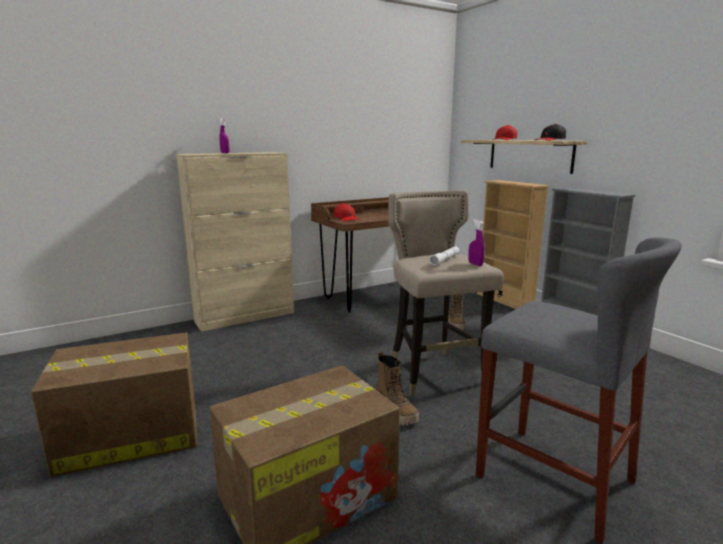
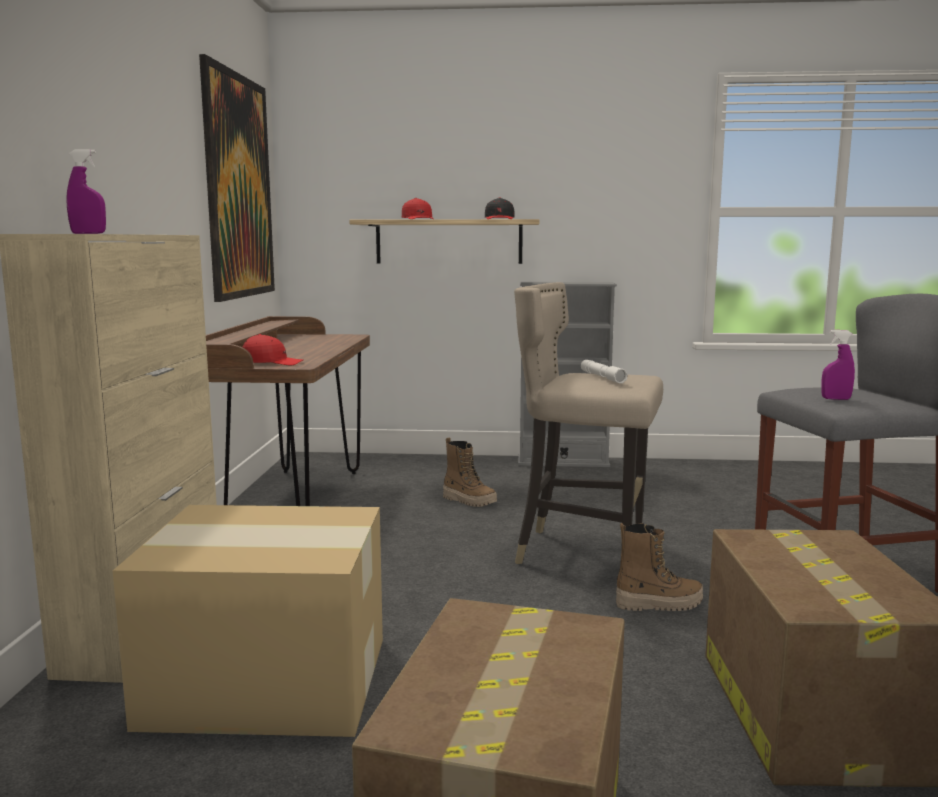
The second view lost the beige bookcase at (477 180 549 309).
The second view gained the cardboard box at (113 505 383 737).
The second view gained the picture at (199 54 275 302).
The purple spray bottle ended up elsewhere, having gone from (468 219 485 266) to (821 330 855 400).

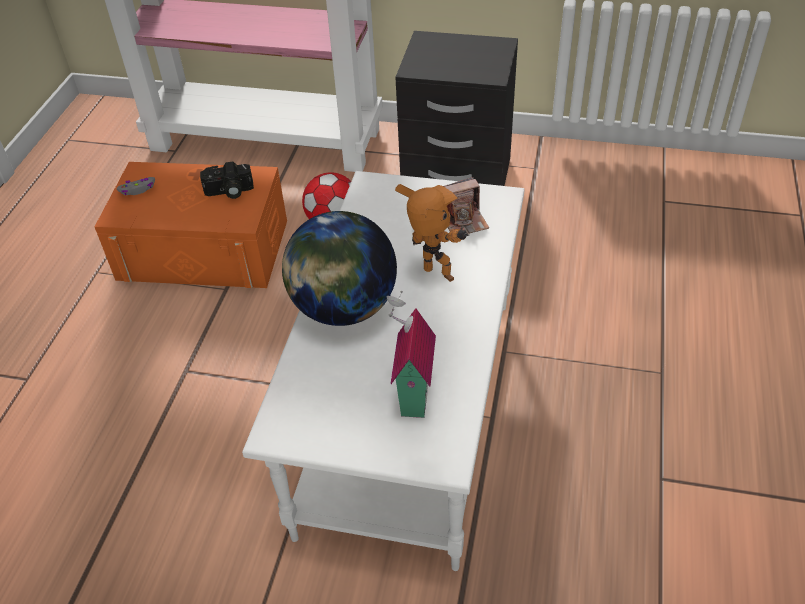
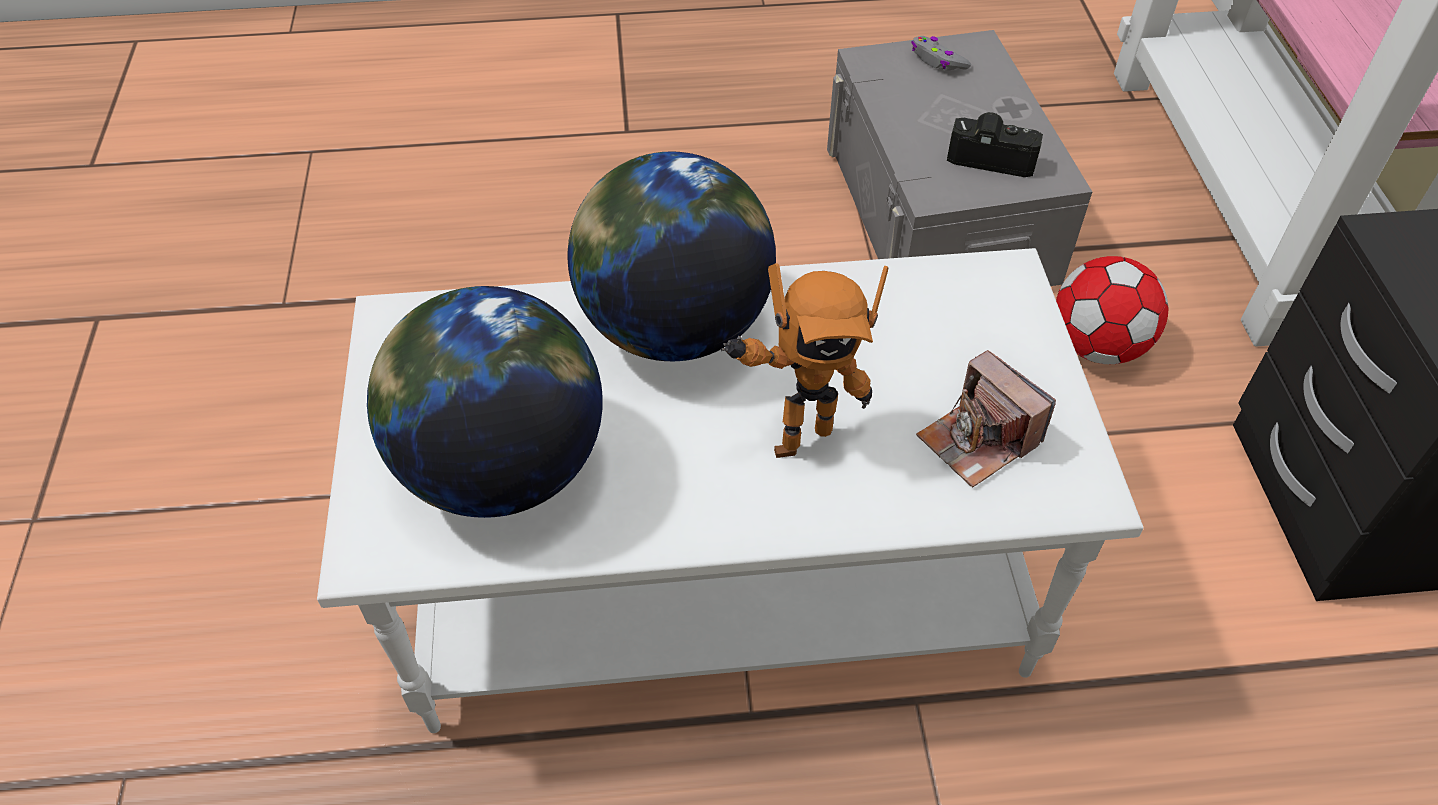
Where the toy house stood at (387 291 436 418), the globe came to stand at (367 286 603 518).
What was the orange storage box at (94 162 287 288) turned into the grey storage box at (827 30 1092 286).
The photo camera at (200 162 254 199) ended up facing another way, 135 degrees clockwise from before.
The toy robot at (395 184 469 282) ended up facing another way, 45 degrees clockwise from before.

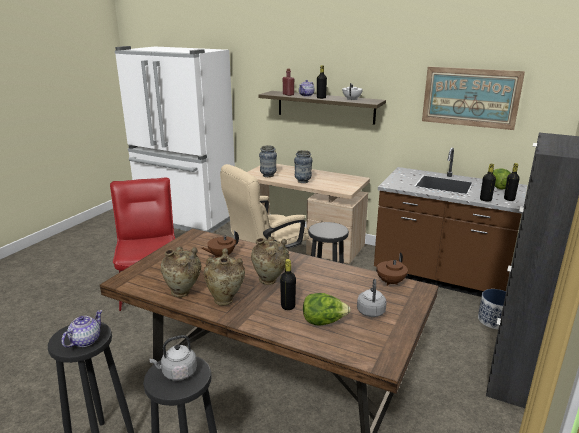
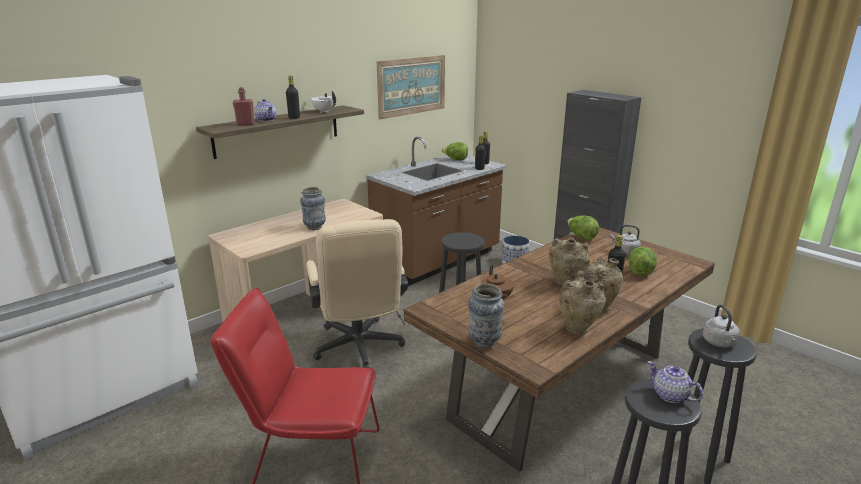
The vase ended up elsewhere, having gone from (259 145 277 177) to (468 284 504 348).
Where the brown teapot stood at (377 253 408 286), the lettuce came to stand at (567 216 599 240).

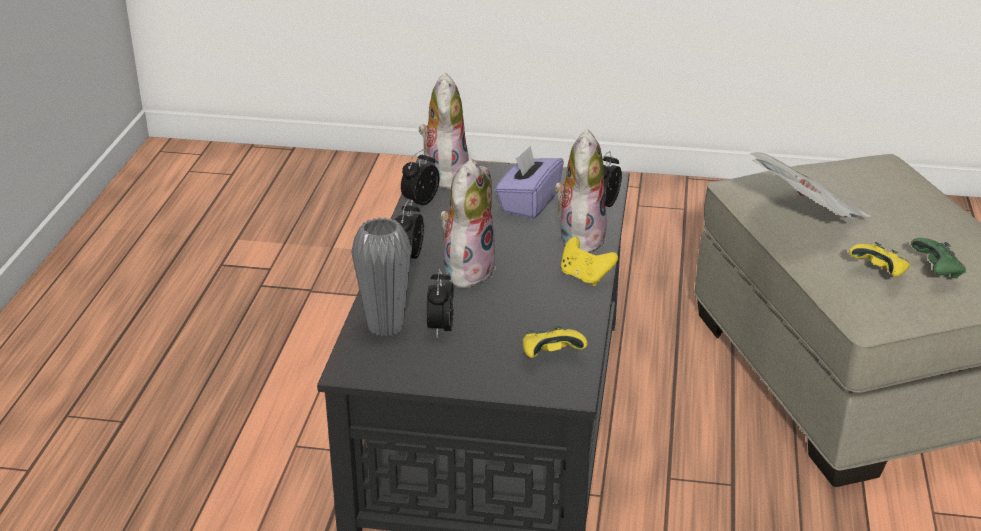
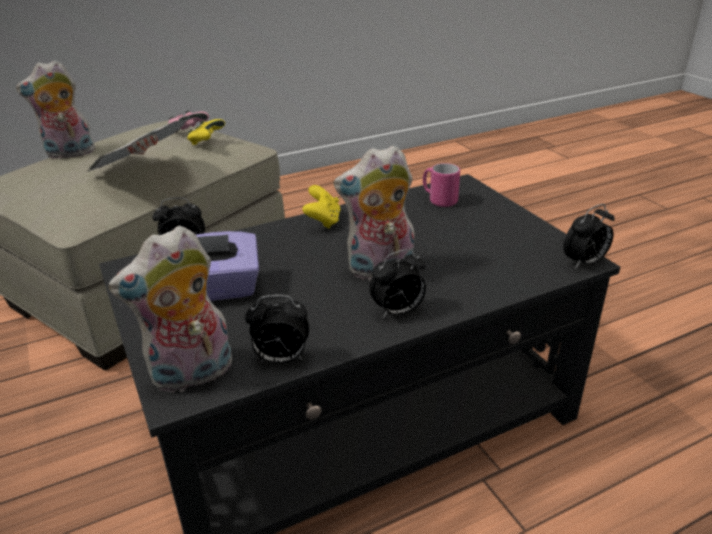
The second view lost the grey vase at (351 217 412 336).
The alarm clock ended up elsewhere, having gone from (427 269 454 338) to (563 204 615 269).
The plush toy ended up elsewhere, having gone from (554 129 607 253) to (16 60 96 159).
Where the yellow game controller stood at (523 326 587 358), the pink mug came to stand at (423 163 460 207).
What was the green game controller at (911 238 966 278) turned into the pink game controller at (168 110 209 130).

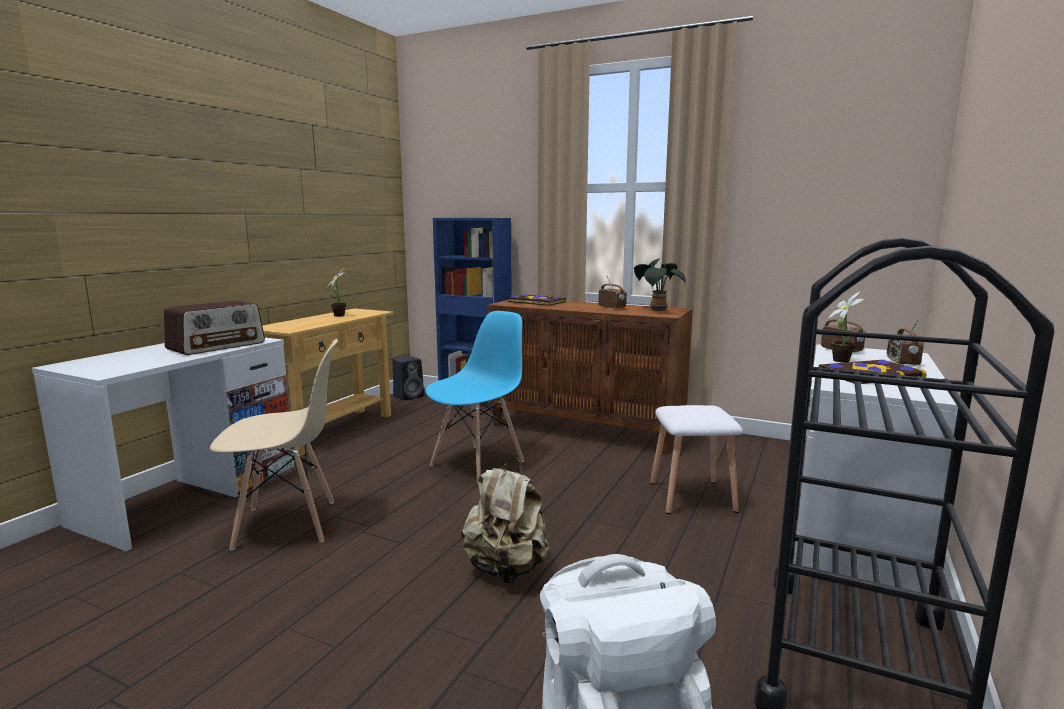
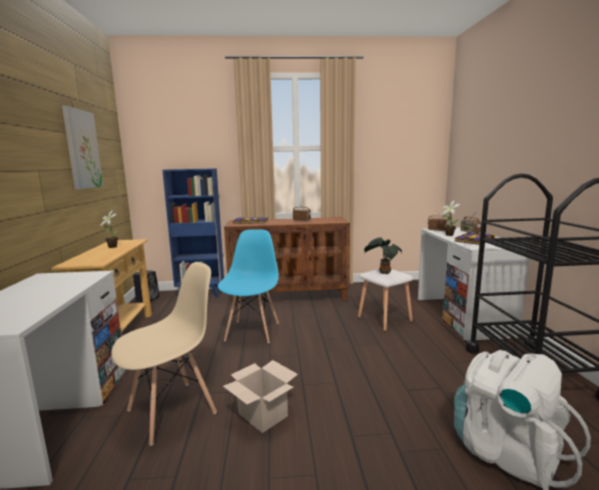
The second view lost the radio at (164 300 265 355).
The second view lost the beige backpack at (462 457 549 583).
The second view gained the picture at (62 106 103 189).
The second view gained the cardboard box at (223 360 298 433).
The potted plant ended up elsewhere, having gone from (634 259 686 312) to (364 237 402 275).

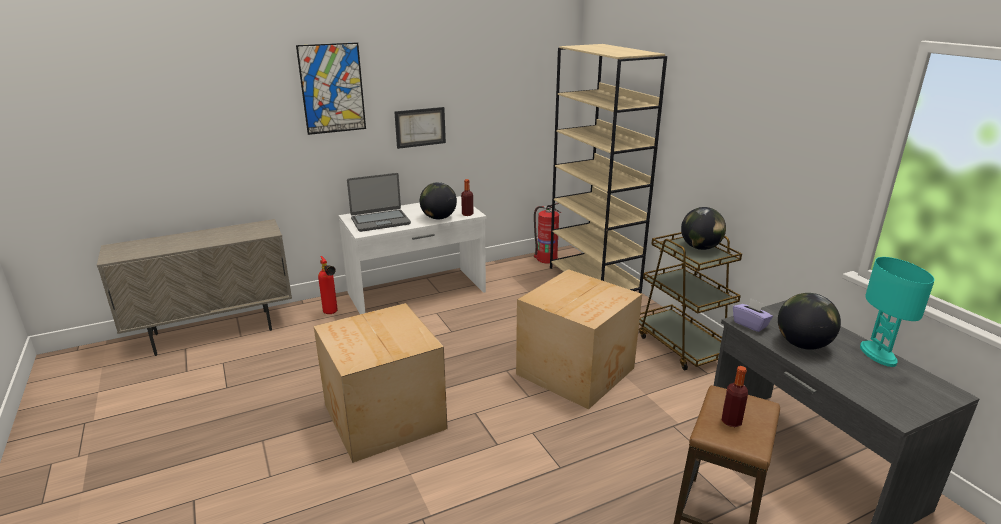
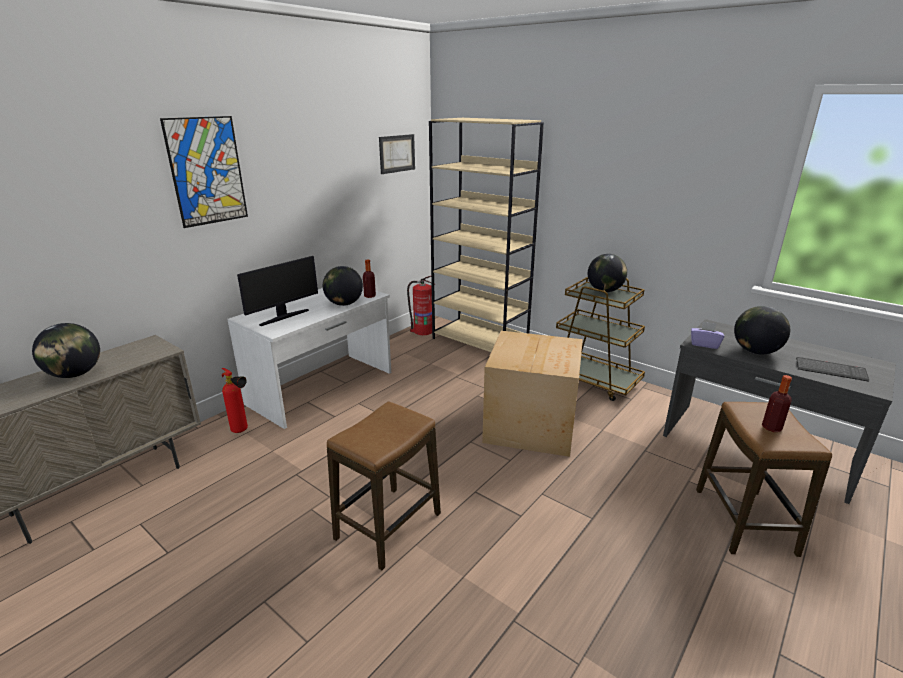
The second view lost the turquoise table lamp at (860 257 934 367).
The second view gained the globe at (32 323 100 378).
The second view gained the keyboard at (796 357 869 382).
The picture ended up elsewhere, having gone from (394 107 446 149) to (379 134 415 174).
Where the cardboard box stood at (314 303 448 463), the stool came to stand at (327 401 441 570).
Where the laptop stood at (347 173 411 232), the monitor came to stand at (237 256 318 326).

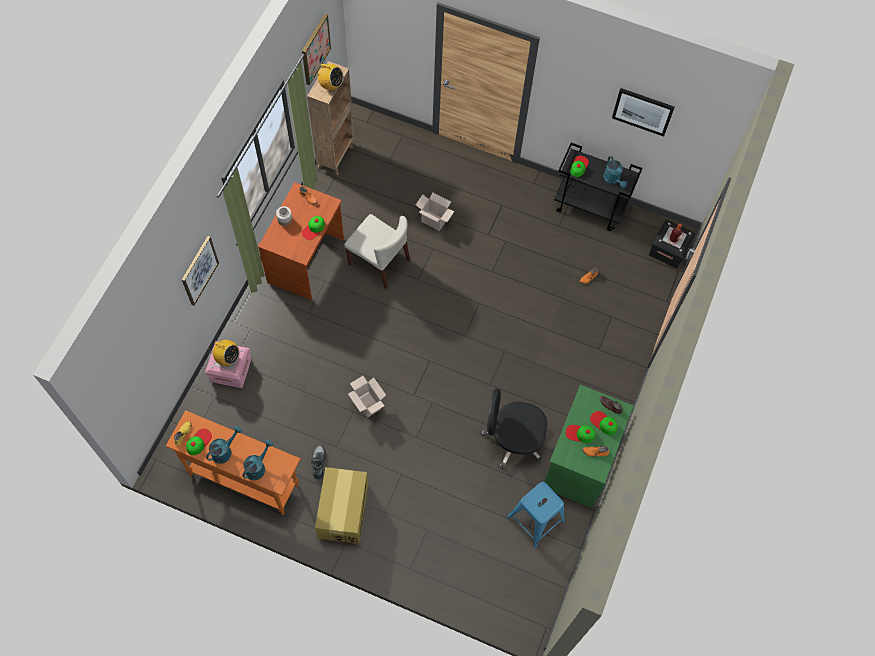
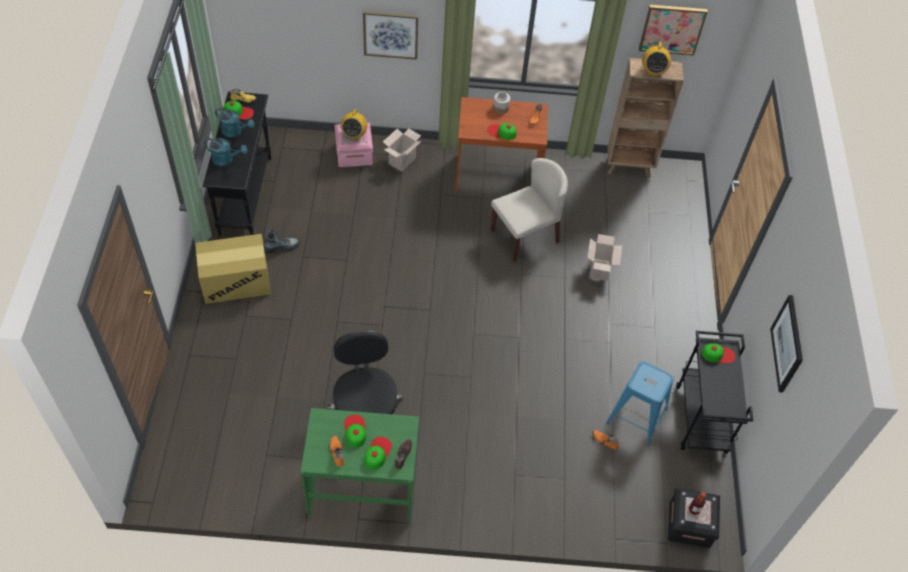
The second view lost the turquoise watering can at (604 156 627 188).
The cardboard box ended up elsewhere, having gone from (348 376 386 418) to (383 129 422 172).
The blue stool ended up elsewhere, having gone from (506 482 565 549) to (606 361 674 445).
What was the orange console table at (165 410 301 515) turned into the black console table at (203 91 271 236).
The beige chair at (344 214 410 289) ended up facing another way, 135 degrees counterclockwise from before.

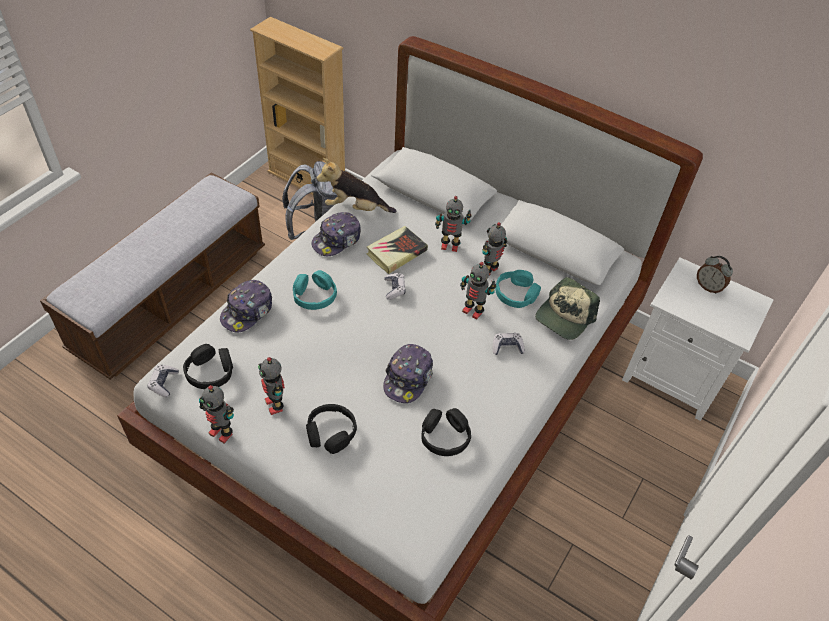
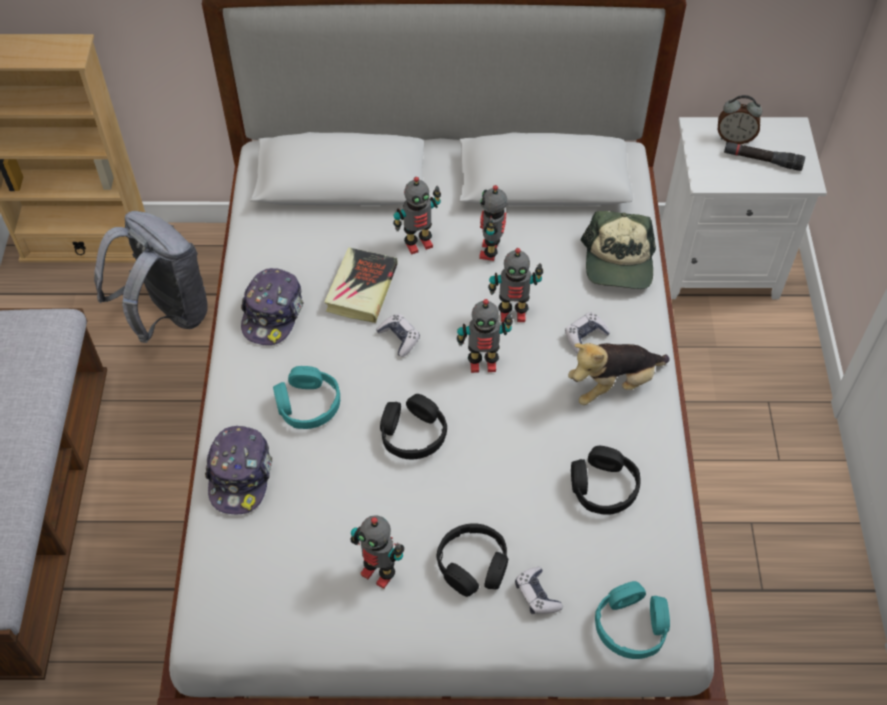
The second view lost the cap at (383 344 433 403).
The second view gained the black flashlight at (724 142 805 171).
The game controller ended up elsewhere, having gone from (148 365 179 397) to (515 567 563 614).
The black headphones ended up elsewhere, having gone from (183 344 233 389) to (380 394 447 459).
The toy robot ended up elsewhere, having gone from (199 385 234 443) to (457 299 513 373).
The plush toy ended up elsewhere, having gone from (317 158 396 213) to (568 343 670 405).
The turquoise headphones ended up elsewhere, having gone from (495 270 541 308) to (595 581 670 659).

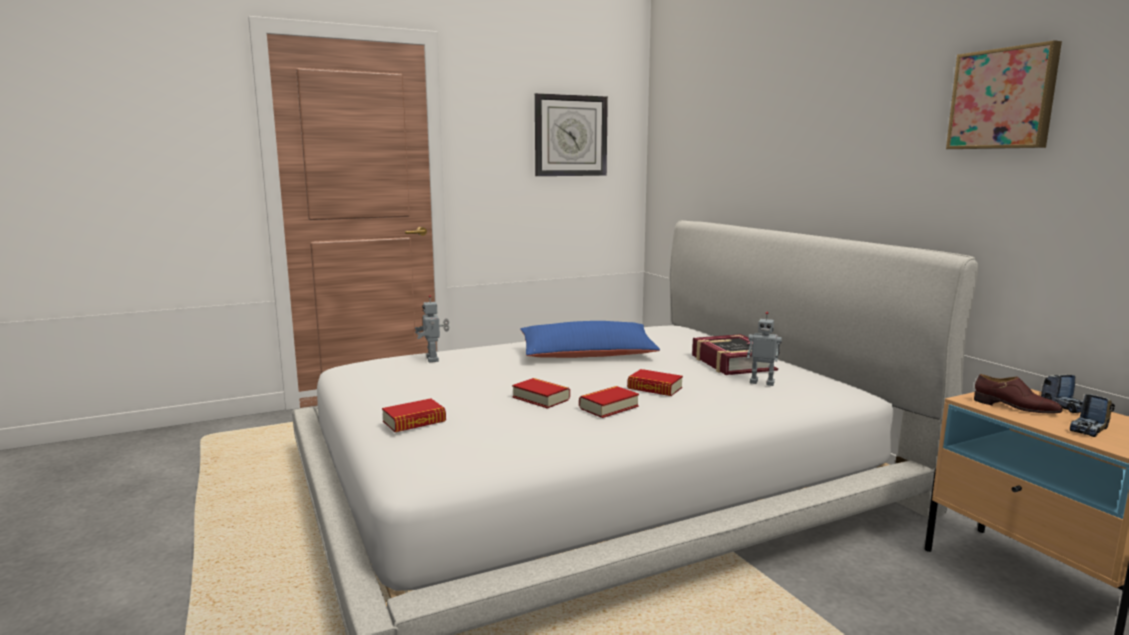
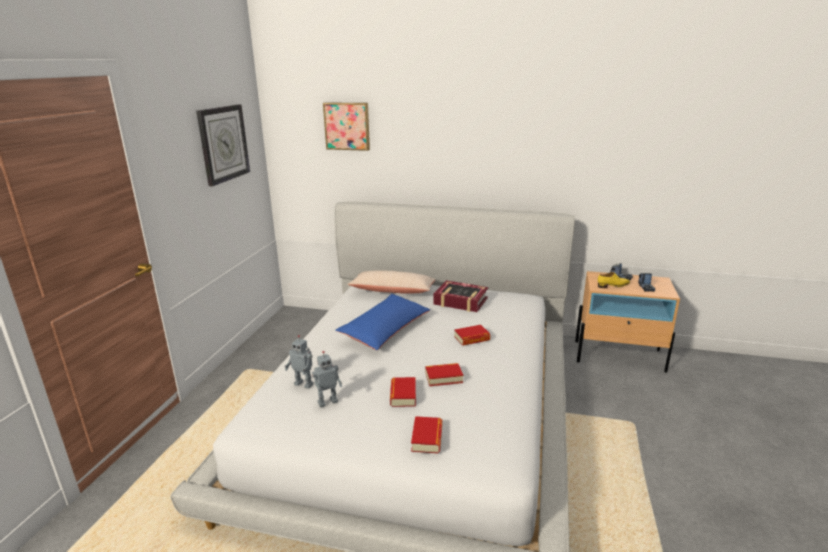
The second view gained the beige pillow at (347 270 436 294).
The book ended up elsewhere, having gone from (579 386 639 418) to (390 377 416 407).
The toy robot ended up elsewhere, having gone from (747 312 782 386) to (312 351 342 407).
The picture ended up elsewhere, having gone from (946 40 1062 149) to (323 102 370 151).
What was the brown shoe at (974 374 1063 413) turned into the yellow shoe at (598 272 630 288).

